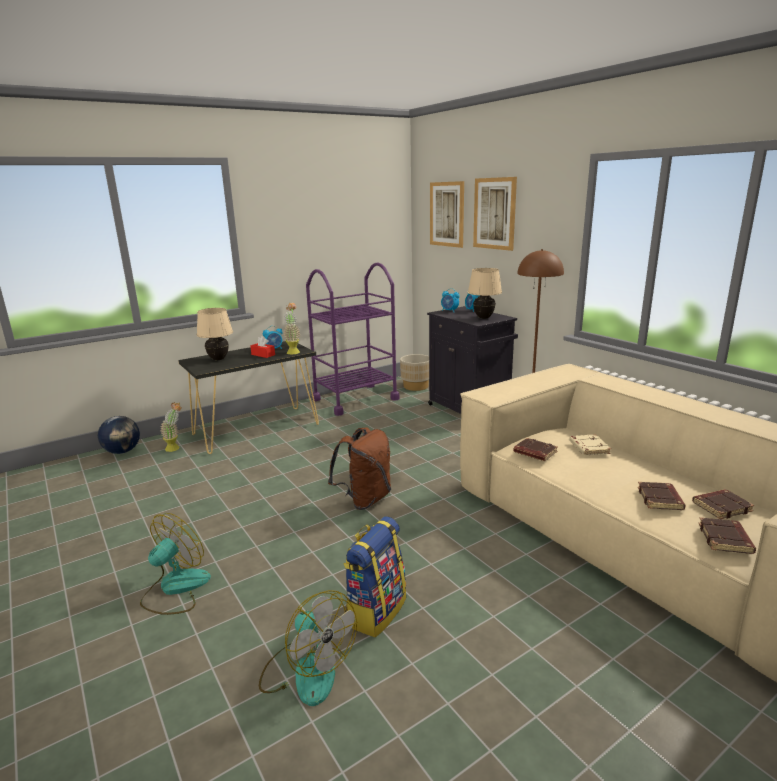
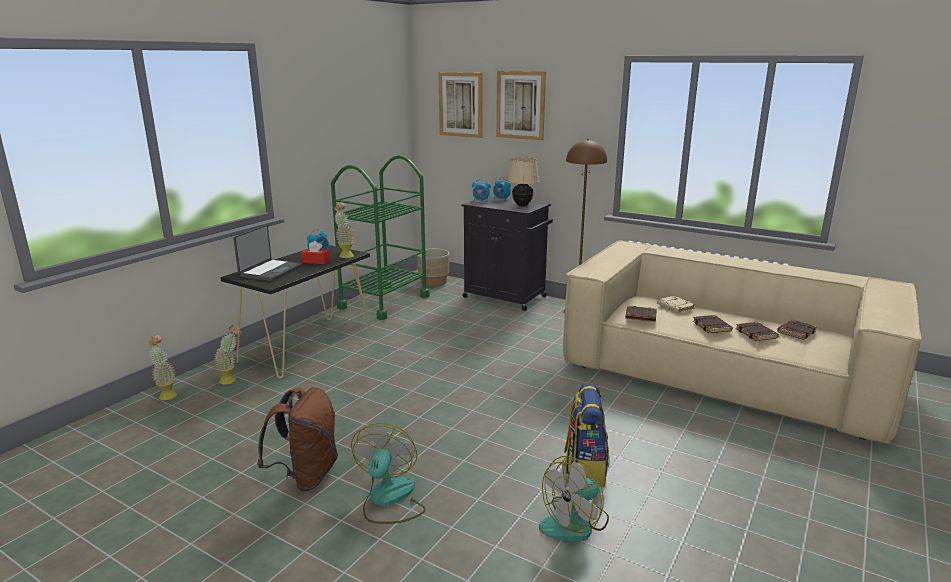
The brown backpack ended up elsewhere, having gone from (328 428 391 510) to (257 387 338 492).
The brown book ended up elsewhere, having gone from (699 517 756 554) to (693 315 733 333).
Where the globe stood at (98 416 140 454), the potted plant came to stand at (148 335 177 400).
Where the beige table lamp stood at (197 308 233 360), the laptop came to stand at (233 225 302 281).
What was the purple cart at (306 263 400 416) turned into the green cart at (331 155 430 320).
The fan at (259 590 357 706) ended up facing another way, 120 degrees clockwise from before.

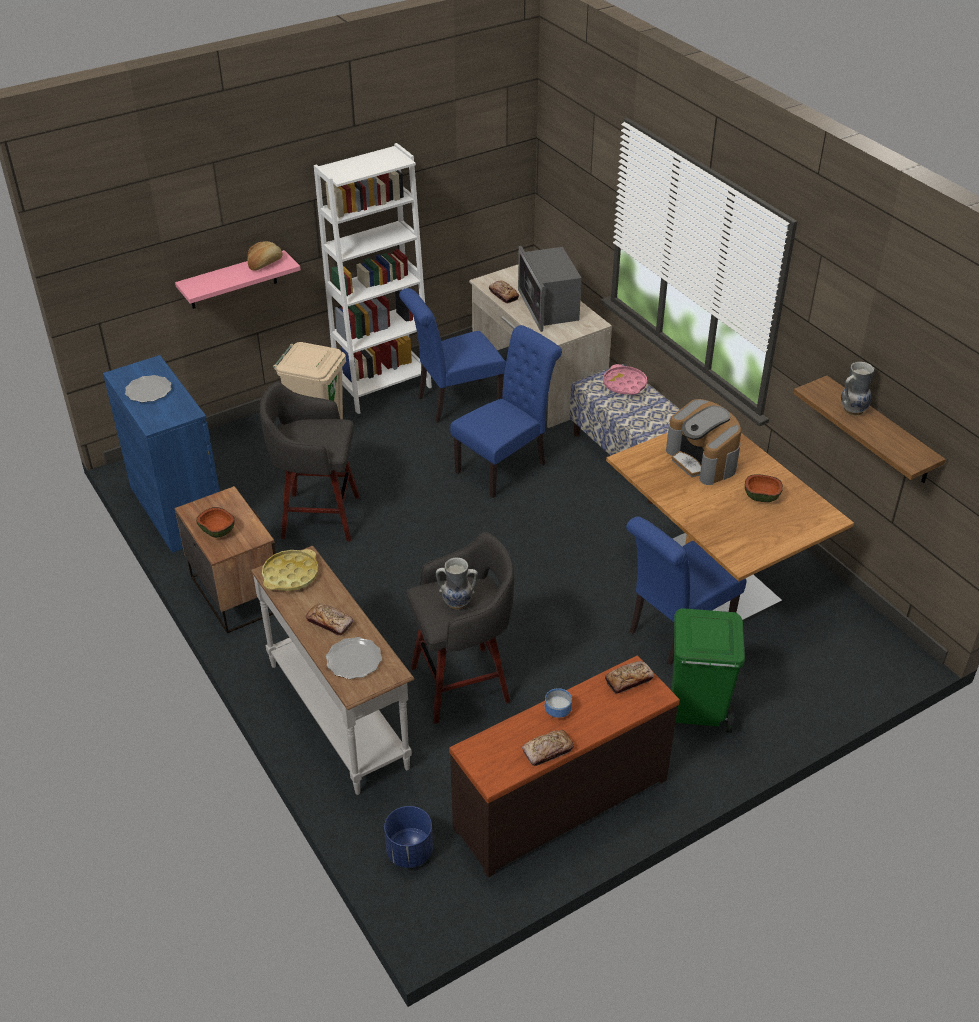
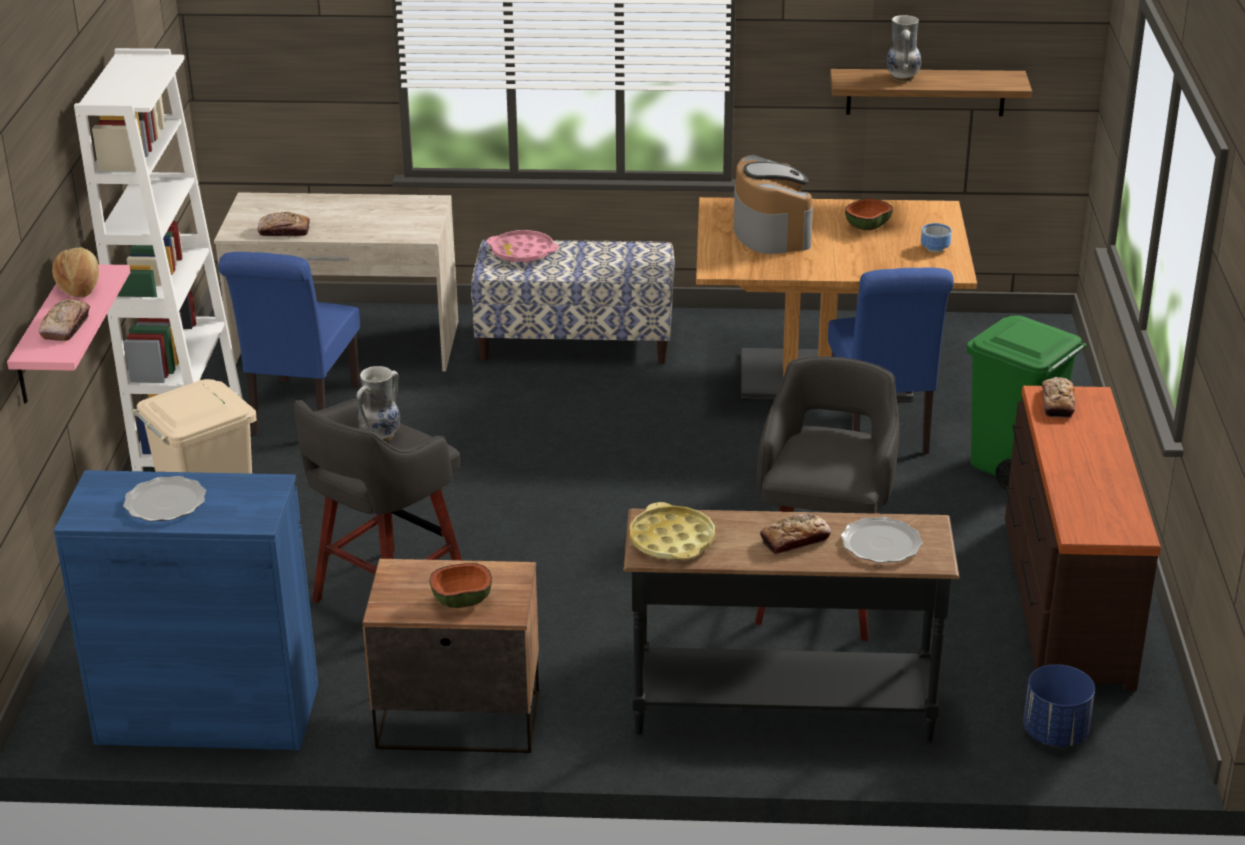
The second view lost the blue chair at (450 325 562 498).
The second view lost the microwave at (518 246 582 332).
The vase ended up elsewhere, having gone from (436 558 478 609) to (357 366 400 442).
The bread ended up elsewhere, having gone from (522 730 574 766) to (39 299 90 341).
The bowl ended up elsewhere, having gone from (545 688 572 718) to (921 223 951 252).
What was the white console table at (251 546 415 795) turned into the black console table at (623 509 960 742).
The coffee machine at (666 399 741 485) ended up facing another way, 105 degrees counterclockwise from before.

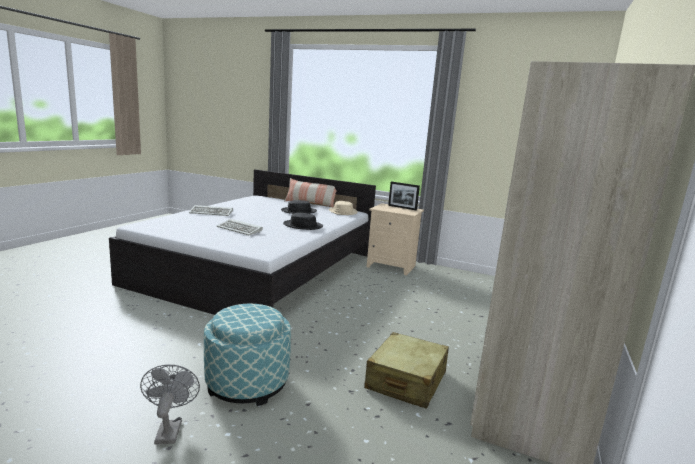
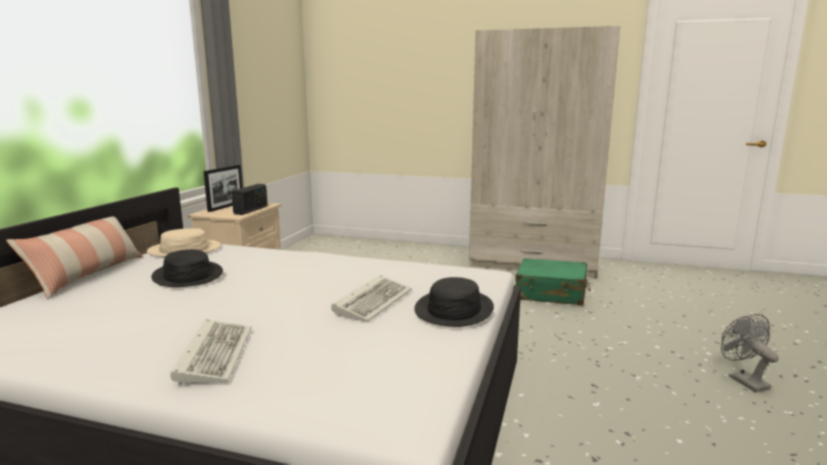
The second view lost the ottoman at (204 304 291 406).
The second view gained the radio at (231 184 268 215).
The black hat ended up elsewhere, having gone from (283 213 323 230) to (414 277 494 327).
What was the beige suitcase at (364 332 449 409) turned into the green suitcase at (515 258 591 305).
The grey fan at (140 365 200 445) ended up facing another way, 90 degrees clockwise from before.

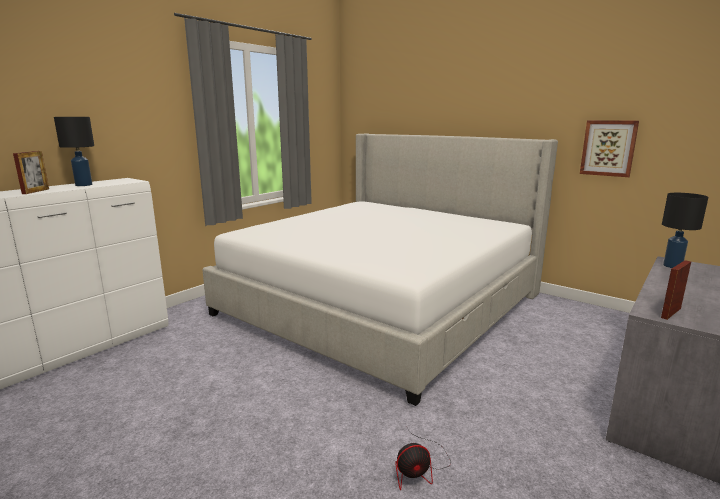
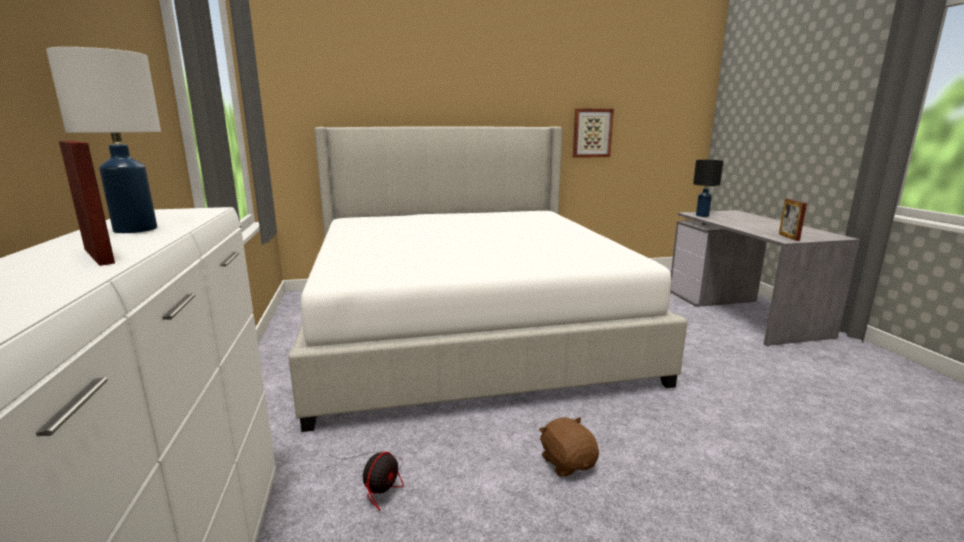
The second view gained the brown plush toy at (539 417 599 477).
The fan ended up elsewhere, having gone from (395 426 451 490) to (330 452 404 511).
What was the black table lamp at (54 117 94 186) turned into the white table lamp at (46 47 161 233).

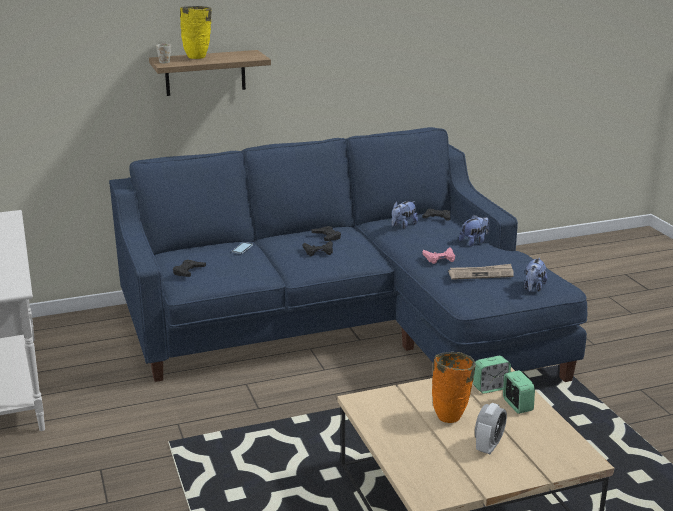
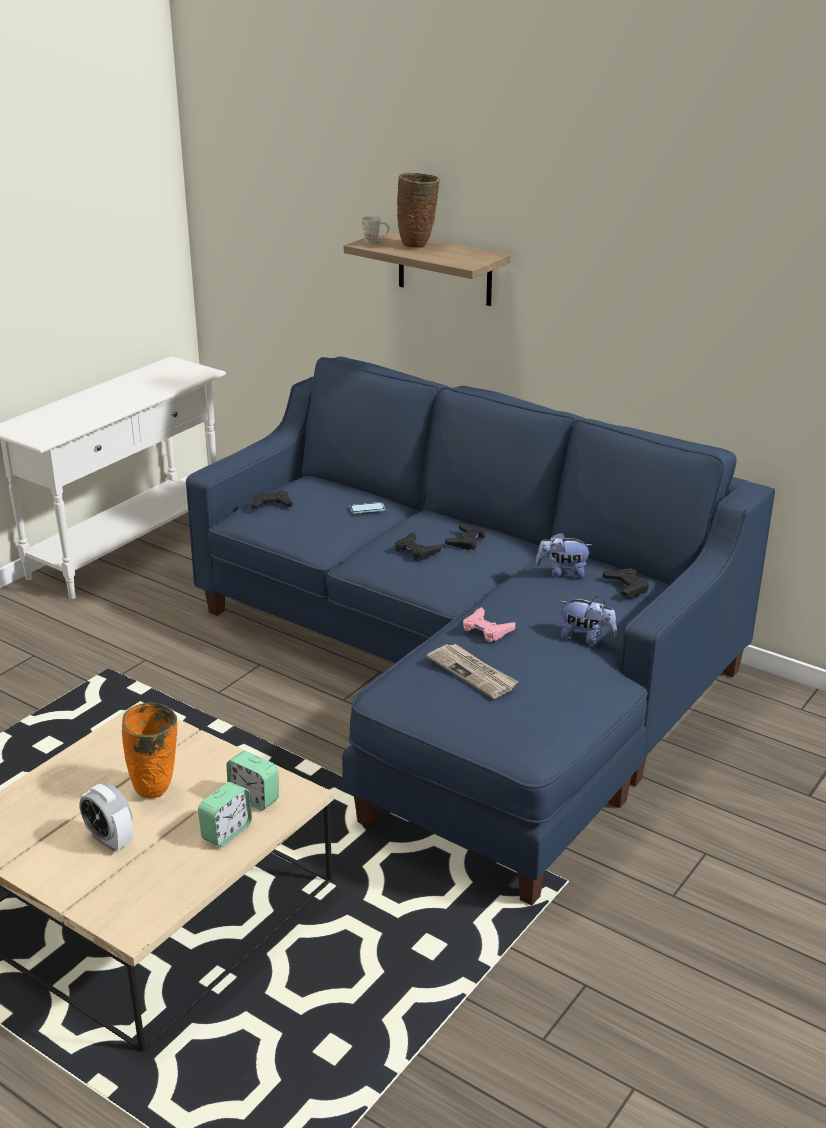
The second view lost the plush toy at (524 258 547 292).
What was the yellow vase at (180 6 212 59) turned into the brown vase at (397 173 440 248).
The alarm clock at (475 403 507 454) ended up facing another way, 45 degrees clockwise from before.

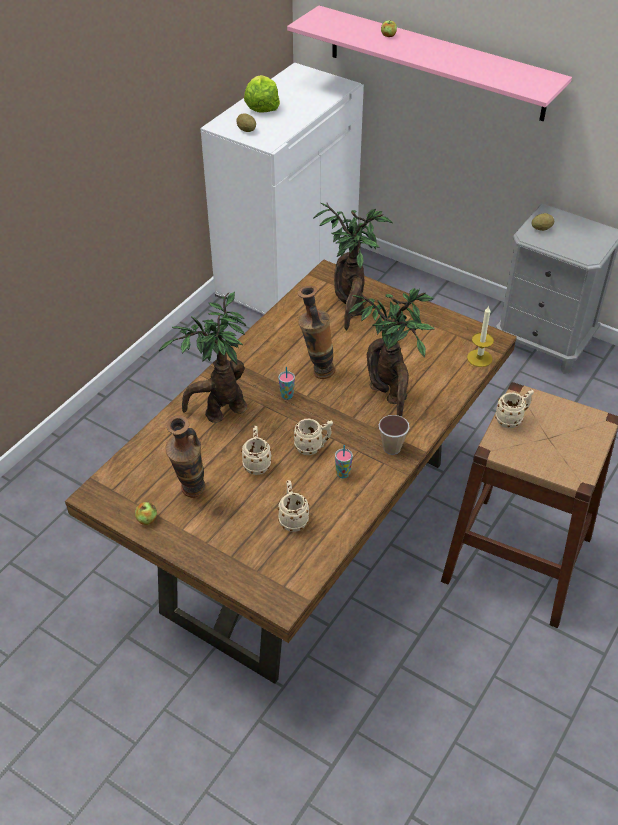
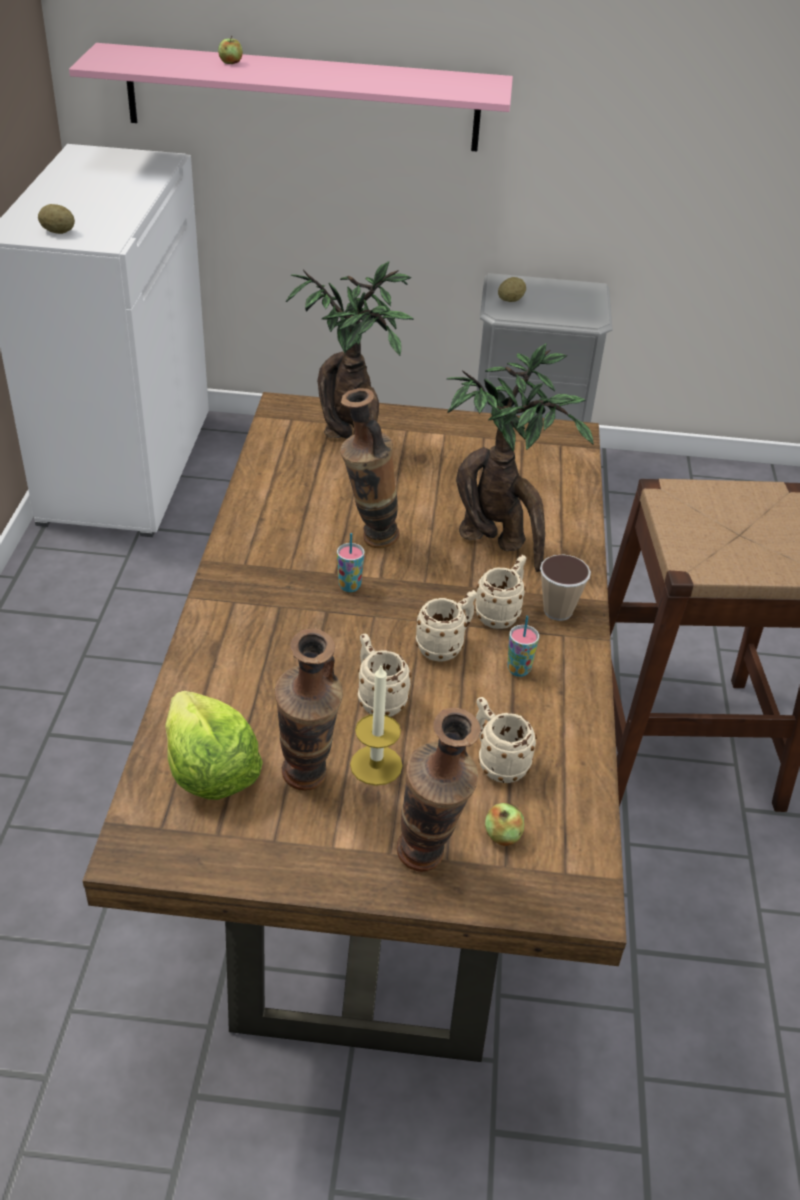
The second view lost the potted plant at (159 292 247 423).
The second view gained the vase at (396 708 481 872).
The apple ended up elsewhere, having gone from (135 502 157 525) to (485 803 524 846).
The lettuce ended up elsewhere, having gone from (244 75 280 113) to (165 690 263 800).
The candle ended up elsewhere, having gone from (467 305 494 367) to (350 664 403 786).
The beige mug ended up elsewhere, having gone from (495 390 534 429) to (475 555 526 629).

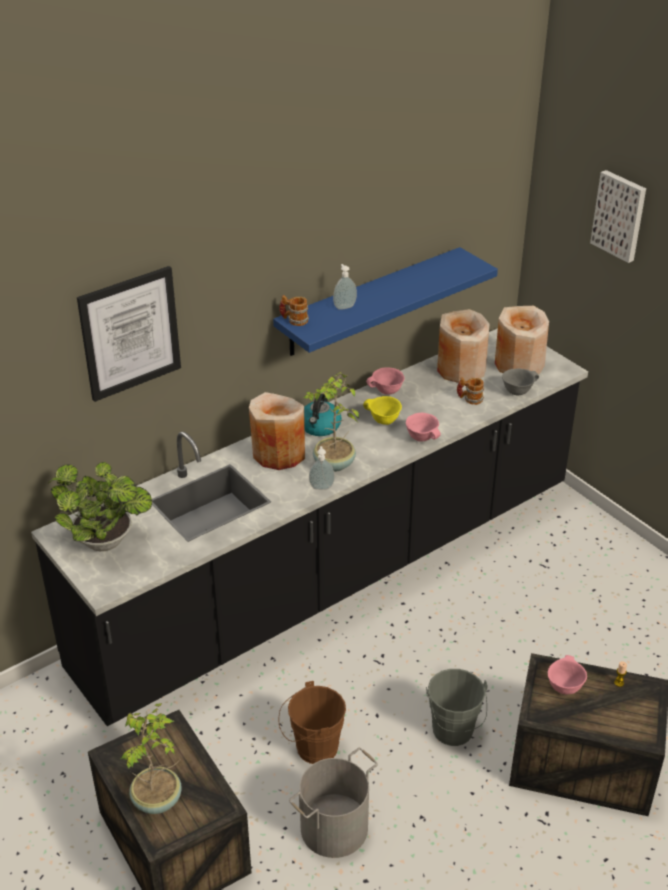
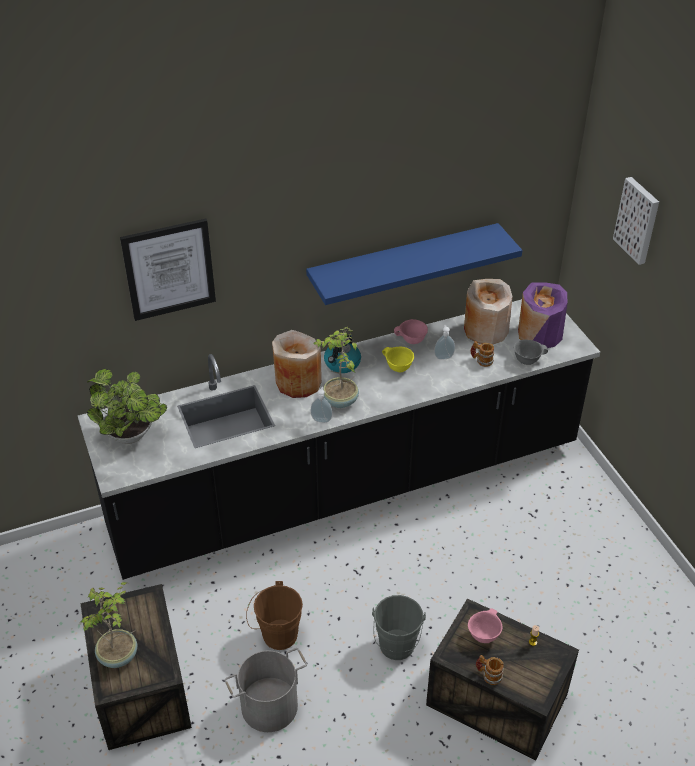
The second view lost the pink bowl at (406 413 441 442).
The mug ended up elsewhere, having gone from (279 295 309 326) to (476 655 504 685).
The soap dispenser ended up elsewhere, having gone from (333 264 357 310) to (434 325 455 359).
What was the beige vase at (495 306 549 374) turned into the purple vase at (518 282 568 348).

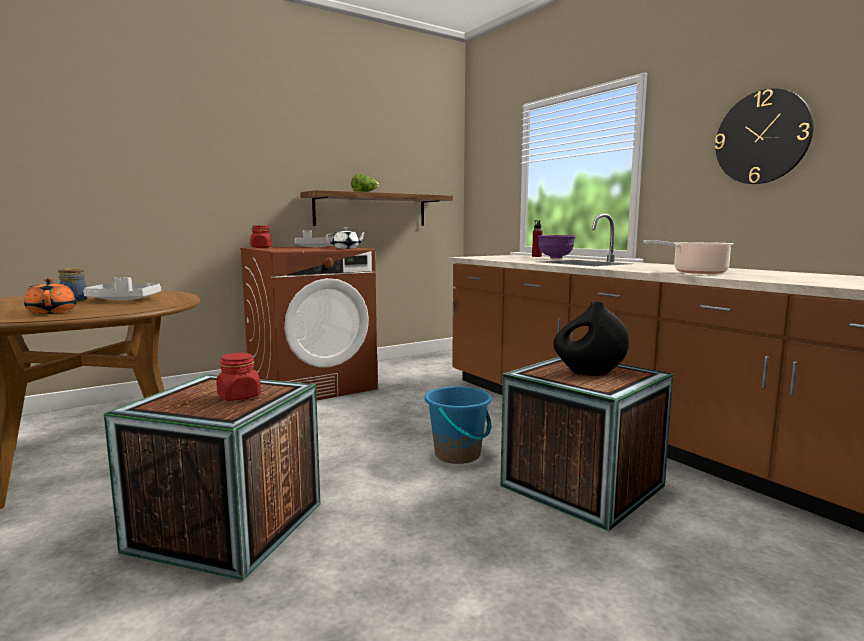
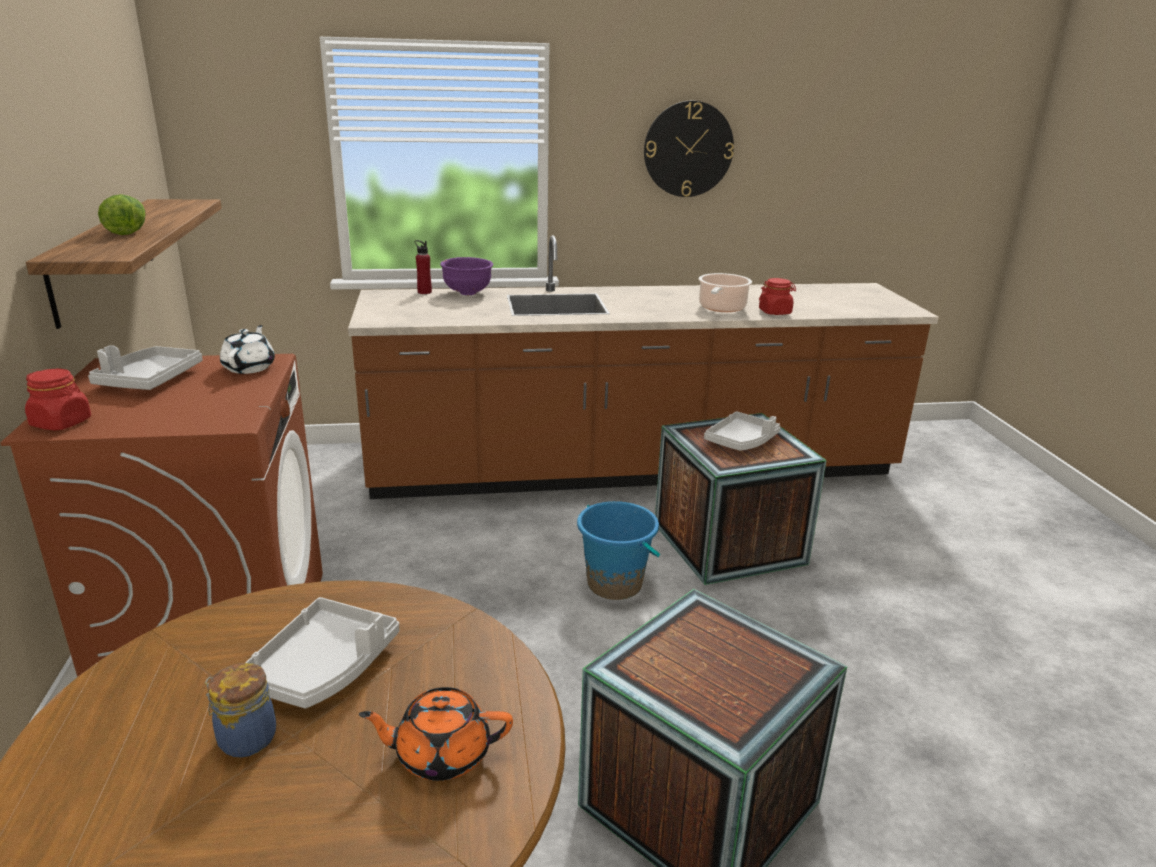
The red jar ended up elsewhere, having gone from (217 353 261 401) to (759 278 796 315).
Where the black vase stood at (554 302 629 376), the grey tray came to stand at (704 411 781 451).

